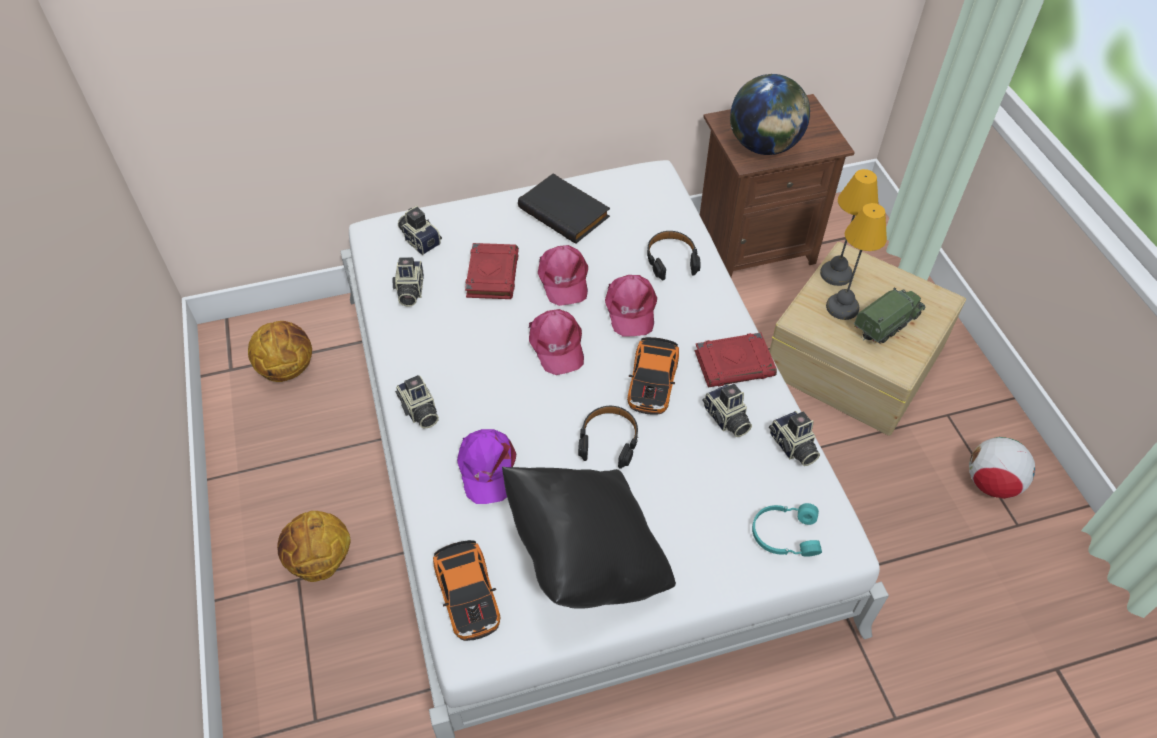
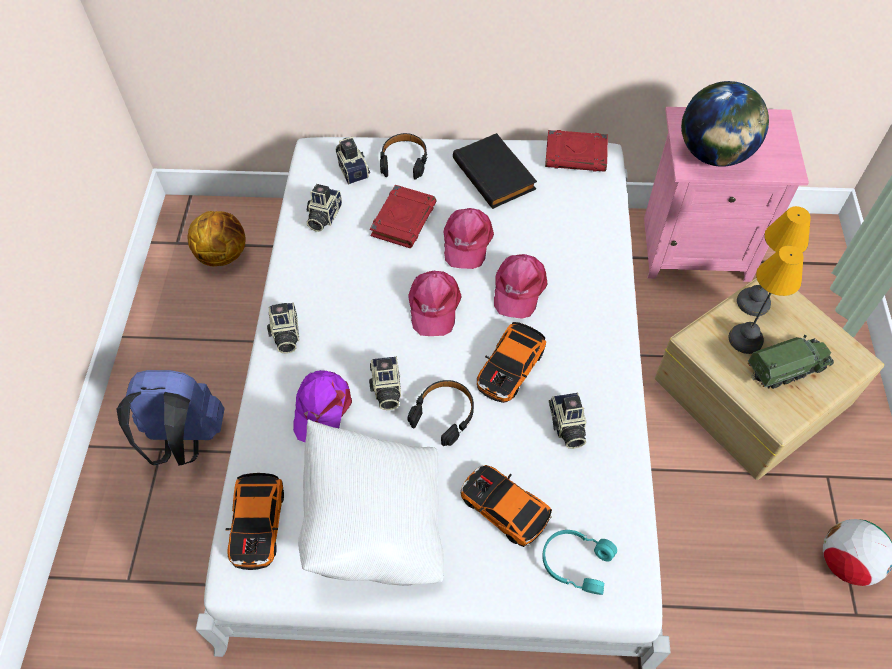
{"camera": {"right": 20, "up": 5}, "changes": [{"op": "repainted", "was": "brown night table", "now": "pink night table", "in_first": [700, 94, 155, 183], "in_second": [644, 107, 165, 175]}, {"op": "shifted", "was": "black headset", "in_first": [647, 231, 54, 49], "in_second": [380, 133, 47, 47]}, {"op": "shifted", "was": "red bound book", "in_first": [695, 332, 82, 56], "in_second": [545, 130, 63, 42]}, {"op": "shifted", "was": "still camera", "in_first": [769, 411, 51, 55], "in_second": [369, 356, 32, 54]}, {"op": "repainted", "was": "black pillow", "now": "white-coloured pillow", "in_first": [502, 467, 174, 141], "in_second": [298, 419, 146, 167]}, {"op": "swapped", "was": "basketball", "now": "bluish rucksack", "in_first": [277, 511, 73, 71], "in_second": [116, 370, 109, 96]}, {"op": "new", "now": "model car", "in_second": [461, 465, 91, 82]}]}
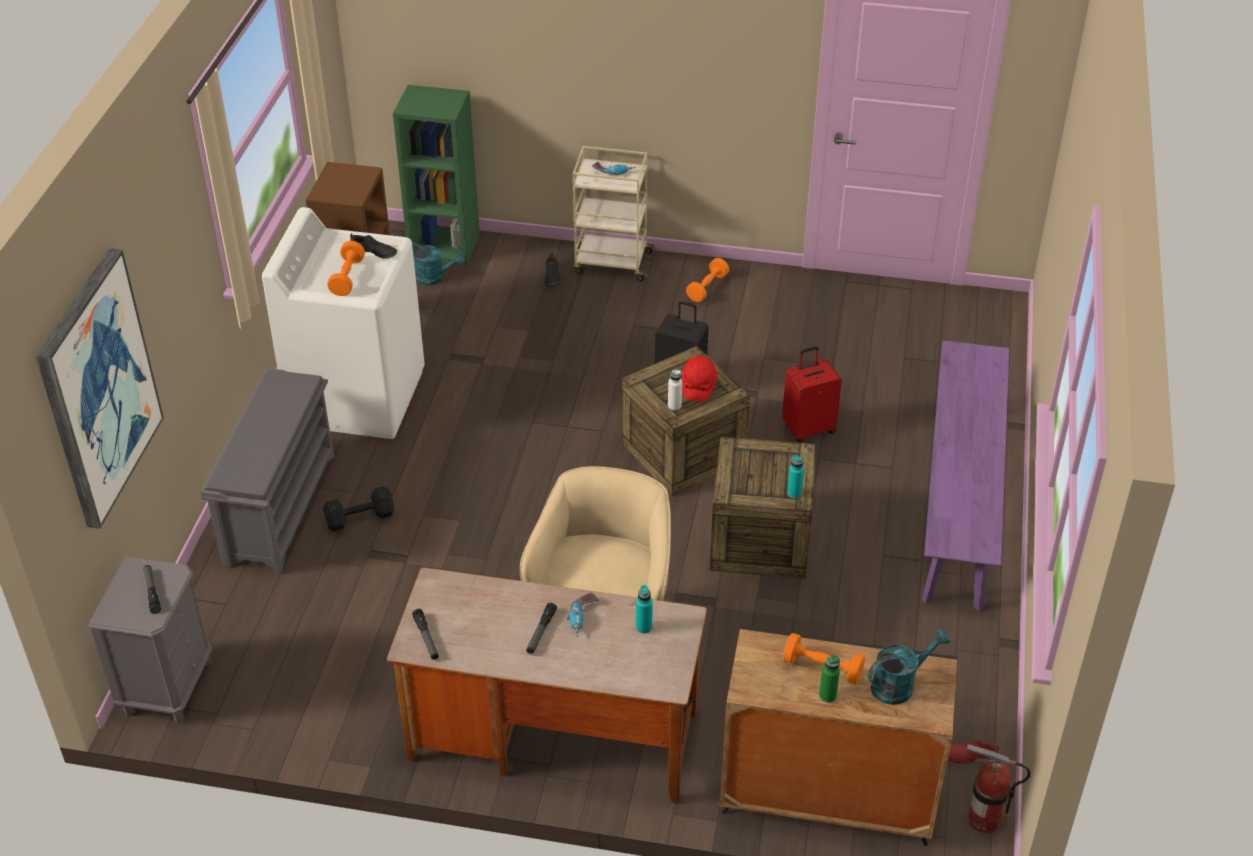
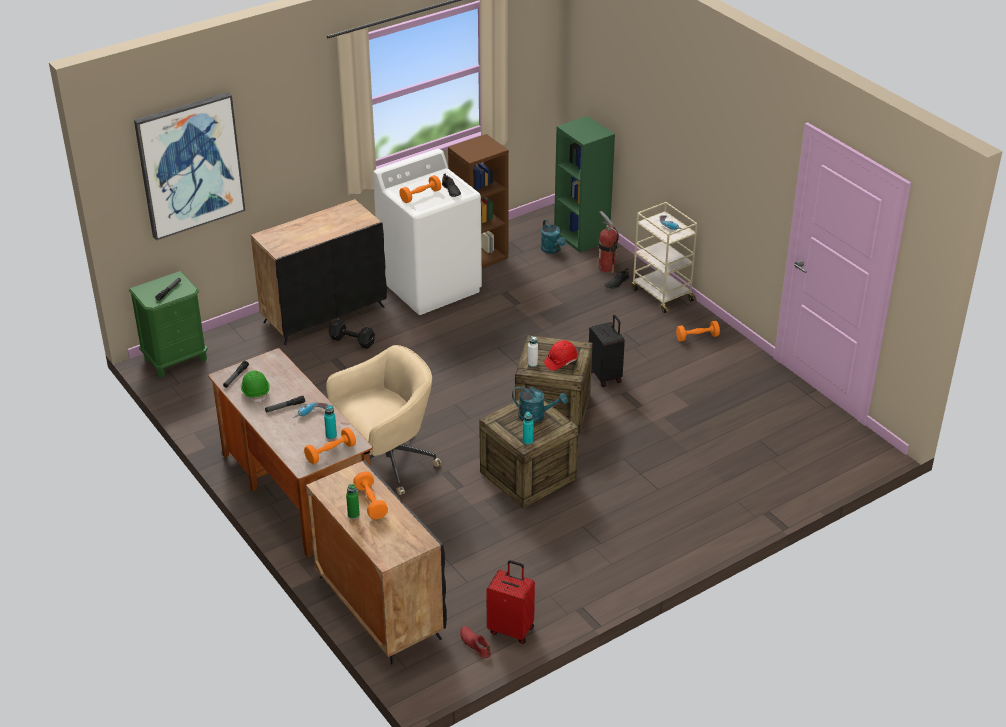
{"camera": {"right": 45, "up": -5}, "changes": [{"op": "gone", "was": "purple-coloured bench", "in_first": [922, 340, 88, 271]}, {"op": "shifted", "was": "red suitcase", "in_first": [782, 346, 60, 97], "in_second": [487, 560, 48, 84]}, {"op": "swapped", "was": "greyish shoe stand", "now": "black cabinet", "in_first": [200, 368, 134, 207], "in_second": [251, 199, 136, 146]}, {"op": "repainted", "was": "greyish night table", "now": "greenish night table", "in_first": [88, 556, 125, 168], "in_second": [129, 271, 79, 107]}, {"op": "shifted", "was": "turquoise-coloured watering pot", "in_first": [868, 628, 82, 77], "in_second": [512, 386, 55, 37]}, {"op": "shifted", "was": "fire-fighting cylinder", "in_first": [967, 744, 64, 89], "in_second": [599, 211, 20, 62]}, {"op": "new", "now": "greenish safety helmet", "in_second": [241, 371, 29, 32]}, {"op": "new", "now": "orangey free weight", "in_second": [304, 428, 52, 36]}]}
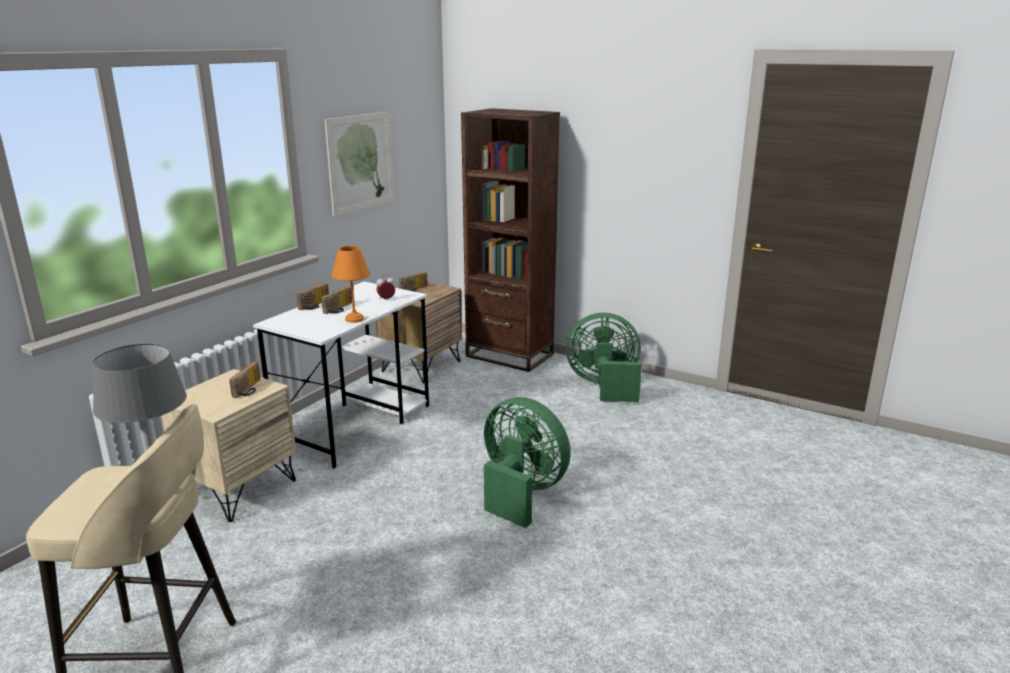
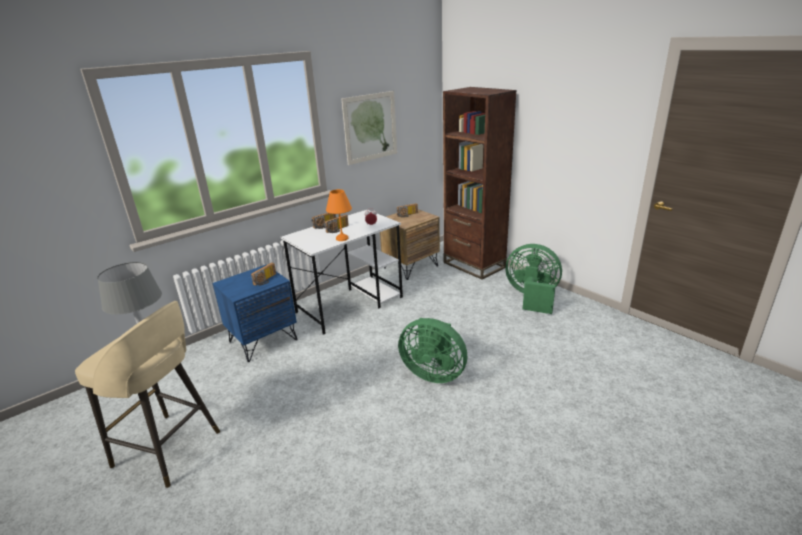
{"camera": {"right": 20, "up": 5}, "changes": [{"op": "repainted", "was": "sand-coloured night table", "now": "bluish night table", "in_first": [161, 369, 135, 153], "in_second": [212, 265, 85, 97]}, {"op": "rotated", "was": "greenish cooling fan", "in_first": [484, 397, 87, 131], "in_second": [398, 318, 69, 65], "clockwise": 150}]}
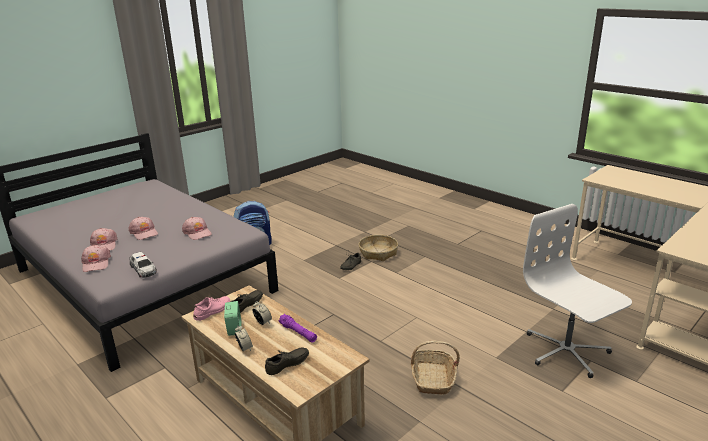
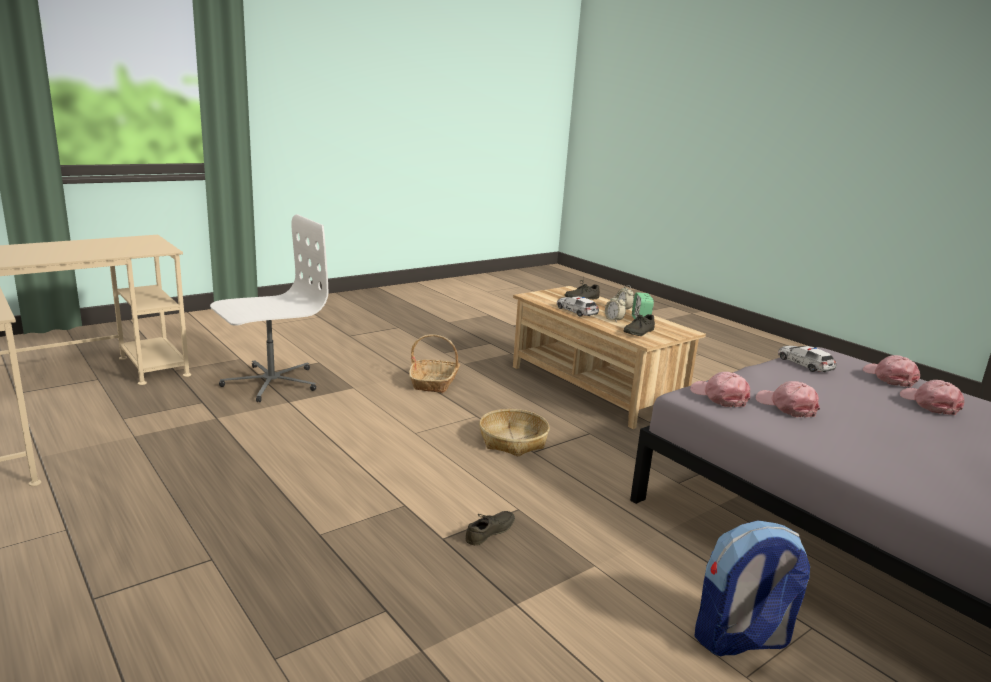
{"camera": {"right": -175, "up": -5}, "changes": [{"op": "rotated", "was": "white-coloured office chair", "in_first": [523, 204, 109, 174], "in_second": [210, 214, 118, 188], "clockwise": -105}, {"op": "shifted", "was": "pink peaked cap", "in_first": [129, 217, 29, 23], "in_second": [690, 372, 60, 35]}, {"op": "shifted", "was": "household basket", "in_first": [359, 235, 39, 26], "in_second": [479, 409, 71, 47]}, {"op": "gone", "was": "pink low shoe", "in_first": [193, 296, 37, 25]}, {"op": "swapped", "was": "purple-coloured torch", "now": "model car", "in_first": [278, 314, 39, 29], "in_second": [557, 296, 42, 21]}]}
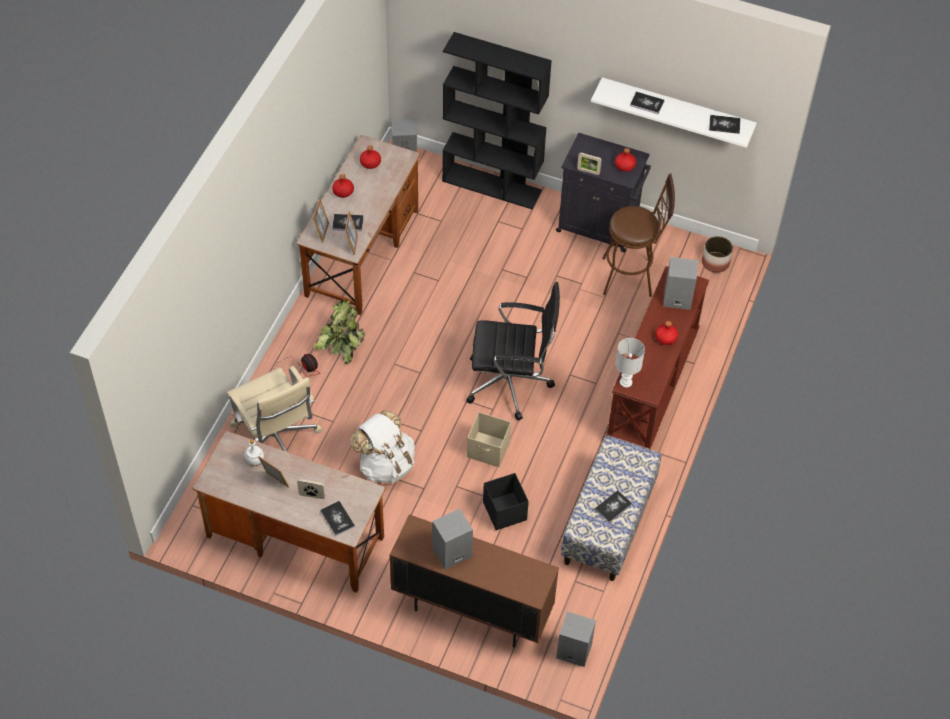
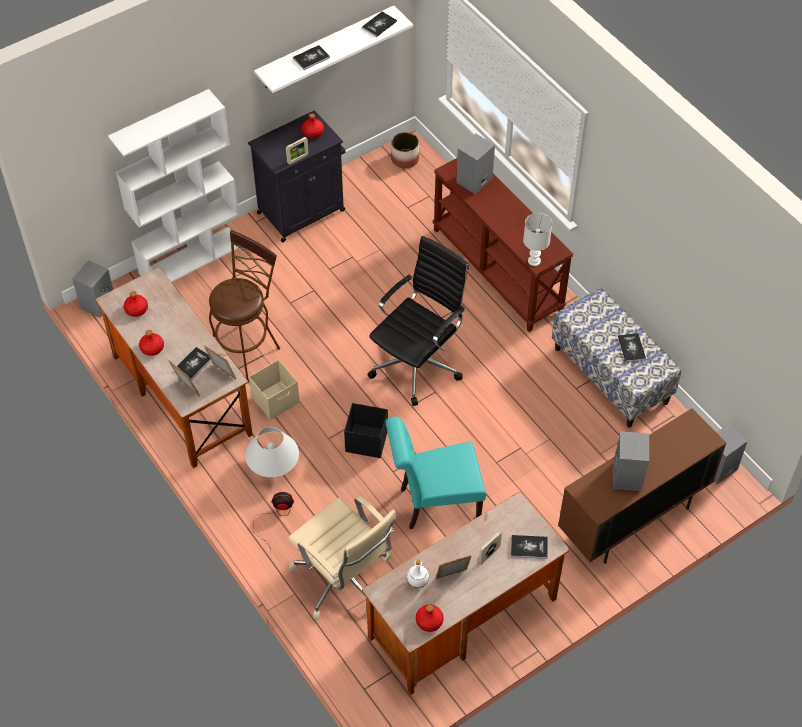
{"camera": {"right": -55, "up": 0}, "changes": [{"op": "repainted", "was": "black bookshelf", "now": "white-coloured bookshelf", "in_first": [442, 32, 110, 177], "in_second": [108, 89, 133, 193]}, {"op": "shifted", "was": "brown stool seat", "in_first": [602, 173, 73, 124], "in_second": [209, 230, 71, 153]}, {"op": "swapped", "was": "houseplant", "now": "white-coloured lamp for a table", "in_first": [314, 299, 52, 65], "in_second": [245, 427, 54, 50]}, {"op": "shifted", "was": "red bottle", "in_first": [655, 321, 23, 24], "in_second": [416, 605, 27, 27]}, {"op": "rotated", "was": "sand-coloured office chair", "in_first": [227, 366, 96, 86], "in_second": [288, 495, 108, 125], "clockwise": 45}, {"op": "swapped", "was": "white-coloured rucksack", "now": "turquoise-coloured plain chair", "in_first": [350, 410, 65, 73], "in_second": [386, 417, 100, 112]}, {"op": "shifted", "was": "sand-coloured storage container", "in_first": [467, 412, 44, 55], "in_second": [249, 360, 51, 60]}, {"op": "shifted", "was": "black storage container", "in_first": [483, 473, 46, 57], "in_second": [344, 403, 44, 55]}]}
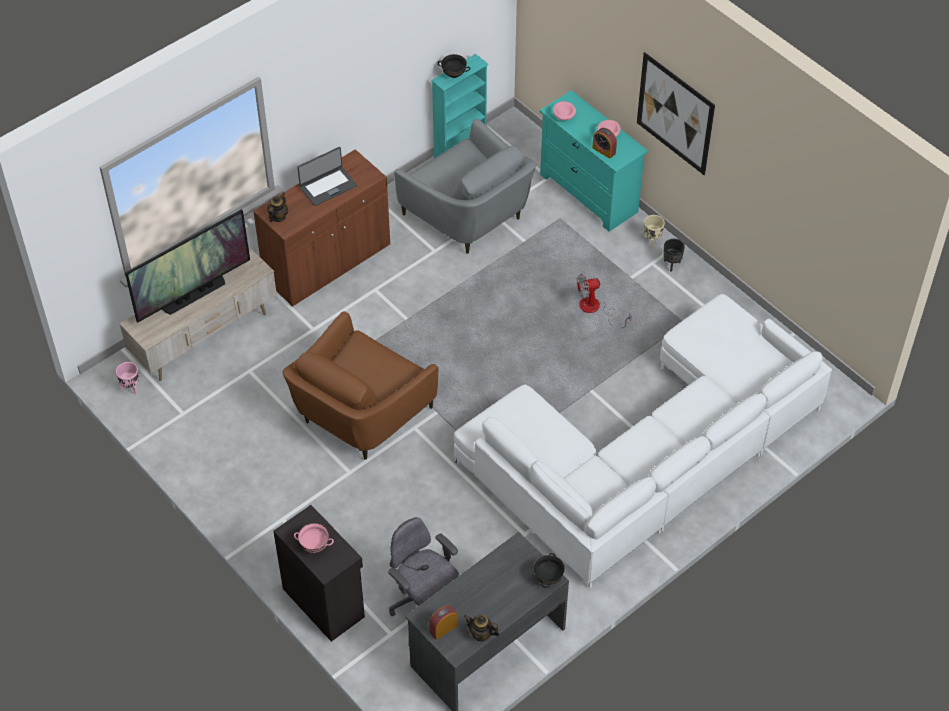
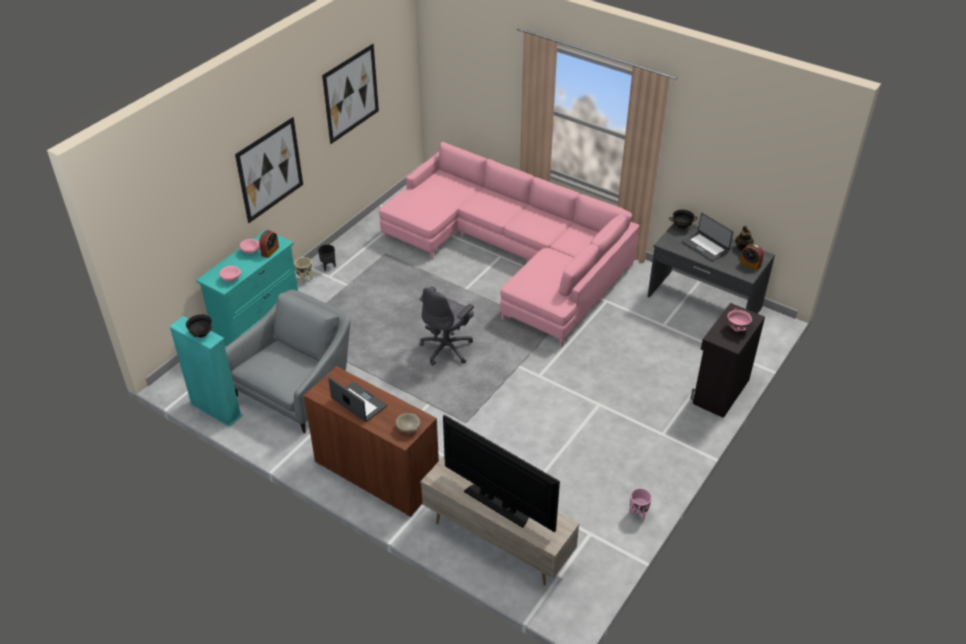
{"camera": {"right": -105, "up": -10}, "changes": [{"op": "swapped", "was": "teapot", "now": "sand-coloured bowl", "in_first": [267, 192, 21, 30], "in_second": [395, 413, 25, 20]}, {"op": "gone", "was": "cooling fan", "in_first": [577, 274, 54, 54]}, {"op": "repainted", "was": "white-coloured sofa", "now": "pink sofa", "in_first": [454, 294, 378, 294], "in_second": [379, 142, 261, 205]}, {"op": "gone", "was": "brown lounge chair", "in_first": [283, 311, 155, 149]}, {"op": "shifted", "was": "pink planter", "in_first": [116, 362, 23, 32], "in_second": [629, 488, 23, 33]}, {"op": "shifted", "was": "greyish office chair", "in_first": [388, 517, 71, 99], "in_second": [419, 287, 55, 79]}, {"op": "new", "now": "picture", "in_second": [322, 44, 57, 100]}, {"op": "new", "now": "notebook computer", "in_second": [682, 213, 51, 49]}]}
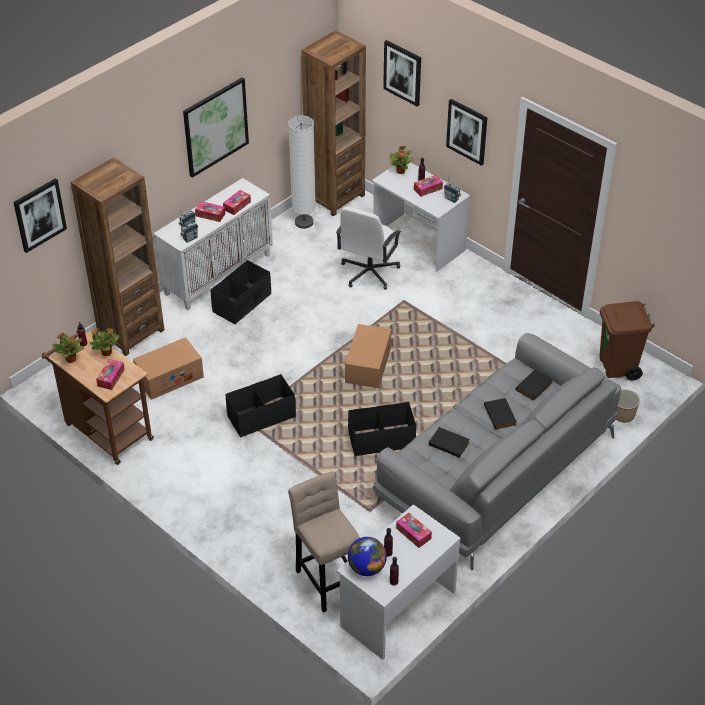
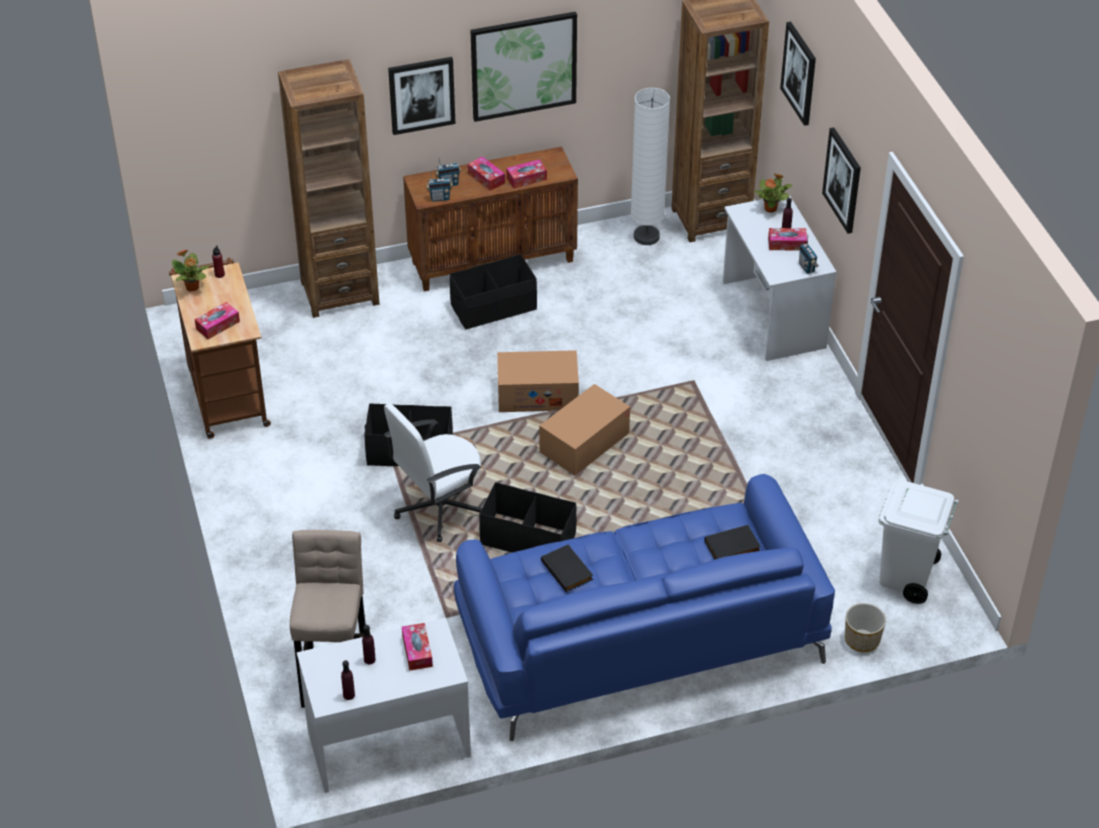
{"camera": {"right": 30, "up": 0}, "changes": [{"op": "shifted", "was": "picture", "in_first": [13, 178, 54, 75], "in_second": [388, 57, 67, 78]}, {"op": "repainted", "was": "white-coloured cabinet", "now": "brown cabinet", "in_first": [153, 178, 120, 132], "in_second": [403, 147, 175, 144]}, {"op": "shifted", "was": "white-coloured office chair", "in_first": [336, 207, 65, 83], "in_second": [384, 403, 98, 139]}, {"op": "repainted", "was": "brown trash can", "now": "white-coloured trash can", "in_first": [599, 301, 56, 80], "in_second": [878, 481, 81, 123]}, {"op": "gone", "was": "houseplant", "in_first": [90, 327, 29, 29]}, {"op": "repainted", "was": "greyish sofa", "now": "bluish sofa", "in_first": [373, 333, 248, 237], "in_second": [454, 474, 381, 267]}, {"op": "shifted", "was": "packing box", "in_first": [133, 337, 71, 63], "in_second": [497, 350, 82, 62]}, {"op": "gone", "was": "black bound book", "in_first": [484, 398, 33, 31]}, {"op": "gone", "was": "desk globe", "in_first": [348, 537, 39, 39]}]}
